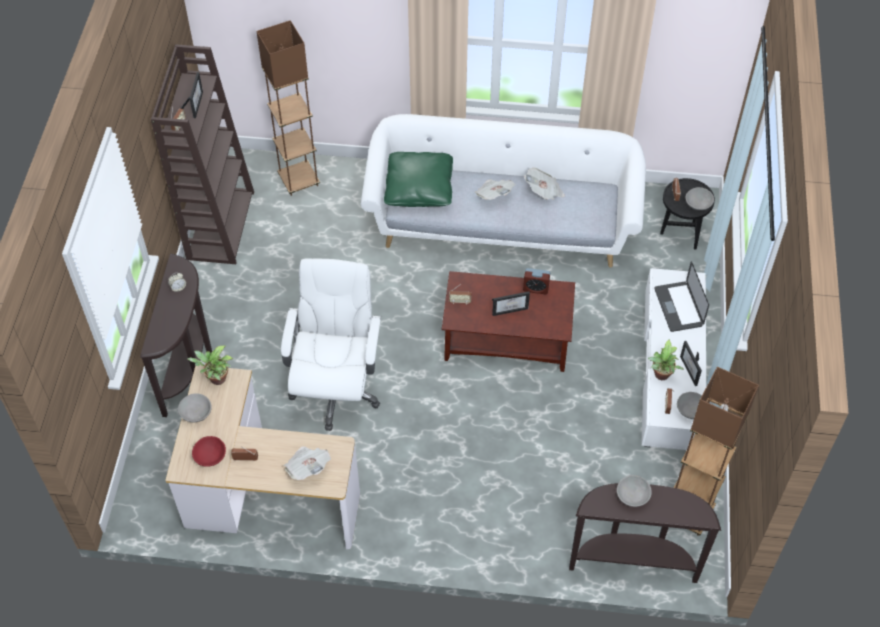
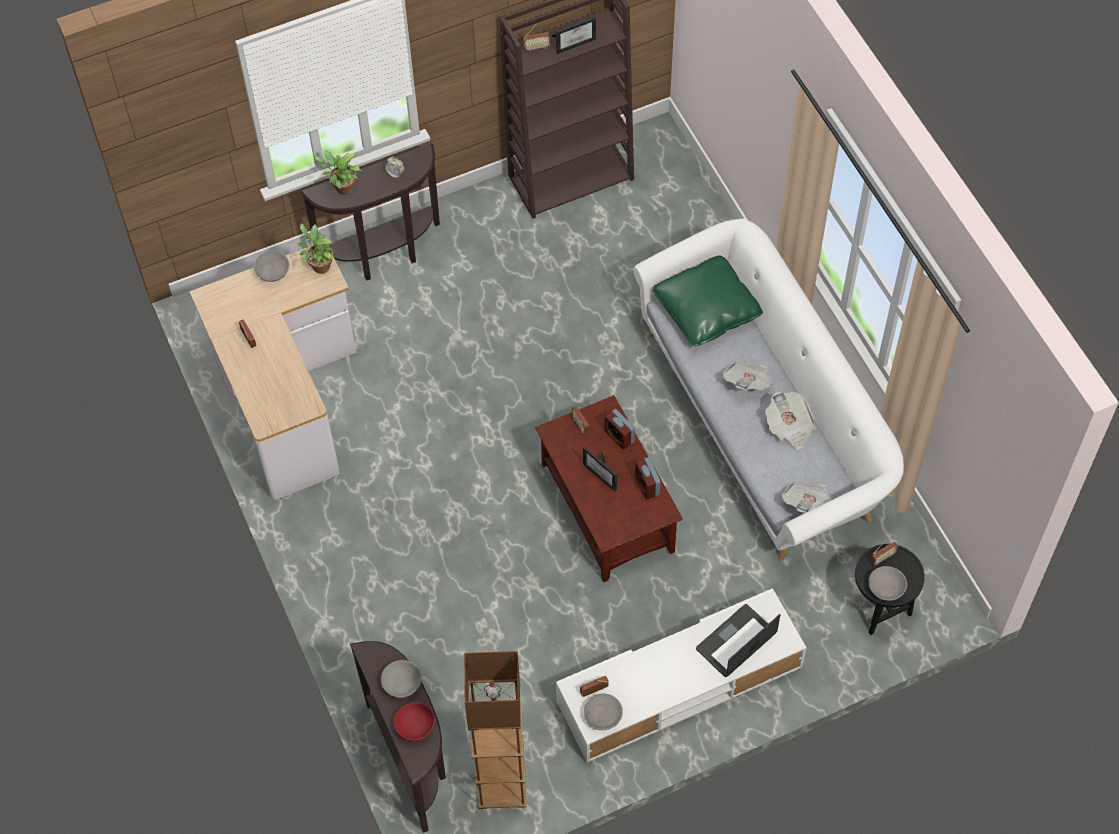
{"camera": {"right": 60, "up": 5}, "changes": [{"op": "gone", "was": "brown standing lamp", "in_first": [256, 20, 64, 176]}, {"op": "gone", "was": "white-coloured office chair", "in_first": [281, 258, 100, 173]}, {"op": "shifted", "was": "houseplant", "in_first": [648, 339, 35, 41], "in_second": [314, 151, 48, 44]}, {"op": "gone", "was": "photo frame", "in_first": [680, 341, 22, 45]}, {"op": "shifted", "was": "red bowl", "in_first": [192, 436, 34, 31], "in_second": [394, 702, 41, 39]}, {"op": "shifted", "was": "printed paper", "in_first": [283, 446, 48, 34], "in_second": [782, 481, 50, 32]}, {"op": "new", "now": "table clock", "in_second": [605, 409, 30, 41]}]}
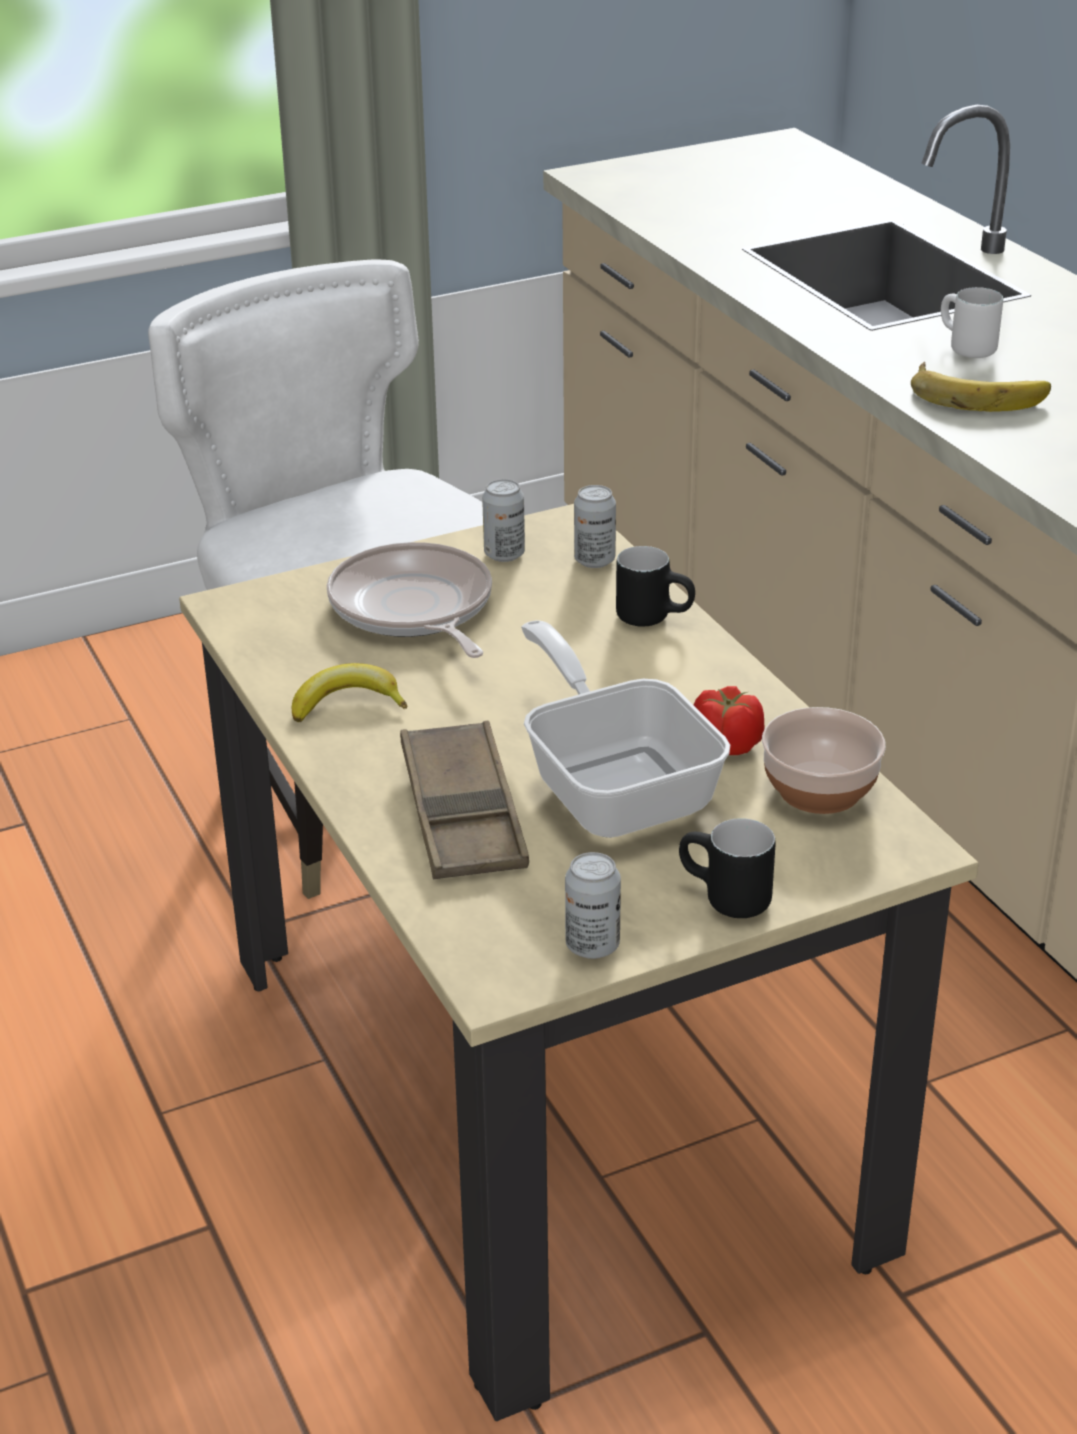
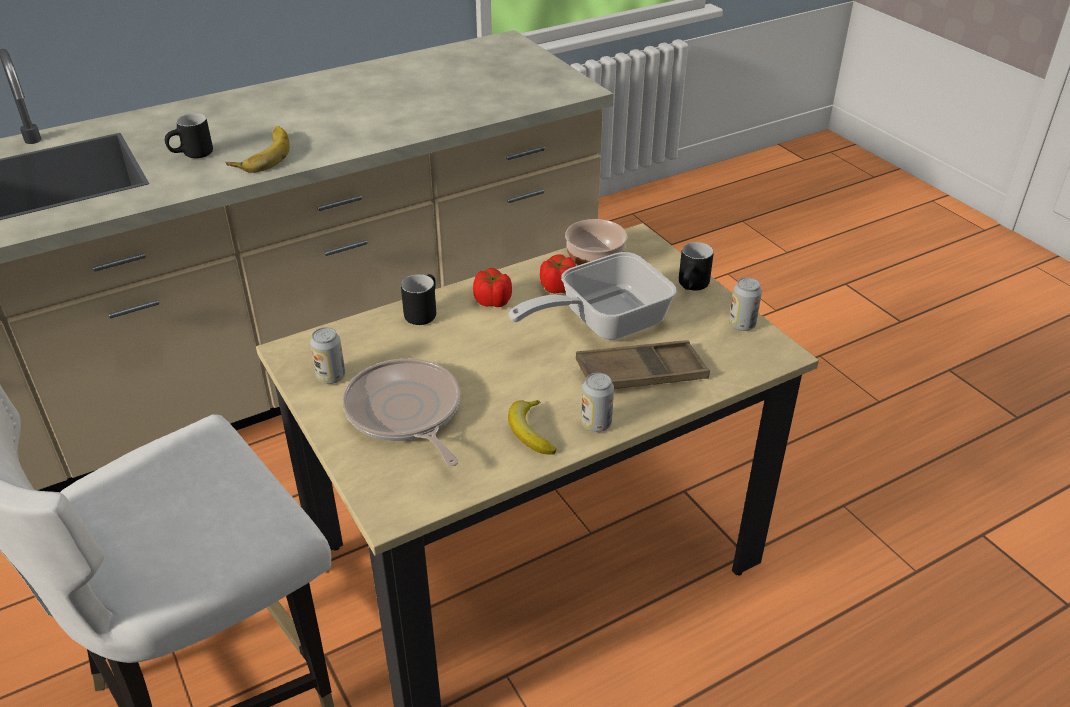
{"camera": {"right": -95, "up": 5}, "changes": [{"op": "repainted", "was": "white-coloured coffee mug", "now": "black coffee mug", "in_first": [941, 287, 62, 71], "in_second": [165, 113, 48, 45]}, {"op": "shifted", "was": "metal can", "in_first": [574, 485, 42, 83], "in_second": [581, 373, 33, 59]}, {"op": "rotated", "was": "frying pan", "in_first": [327, 542, 165, 116], "in_second": [342, 358, 118, 108], "clockwise": 90}, {"op": "new", "now": "whole tomato", "in_second": [473, 268, 39, 39]}]}
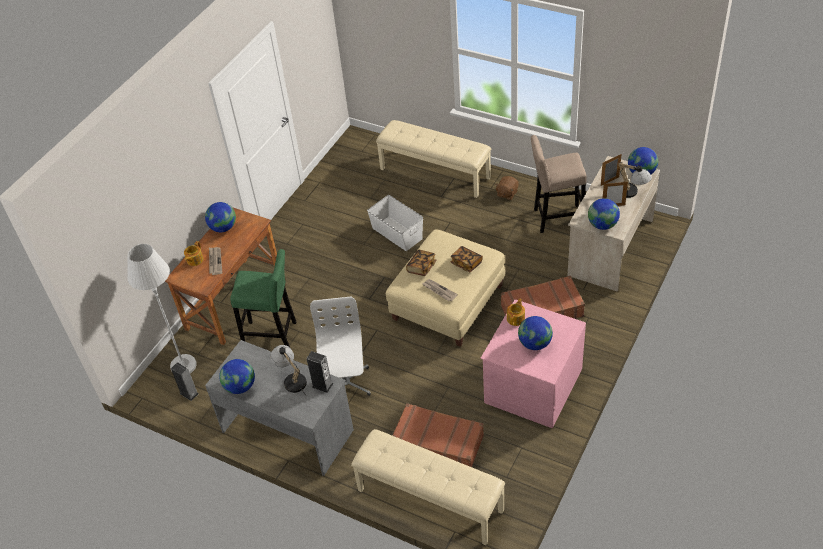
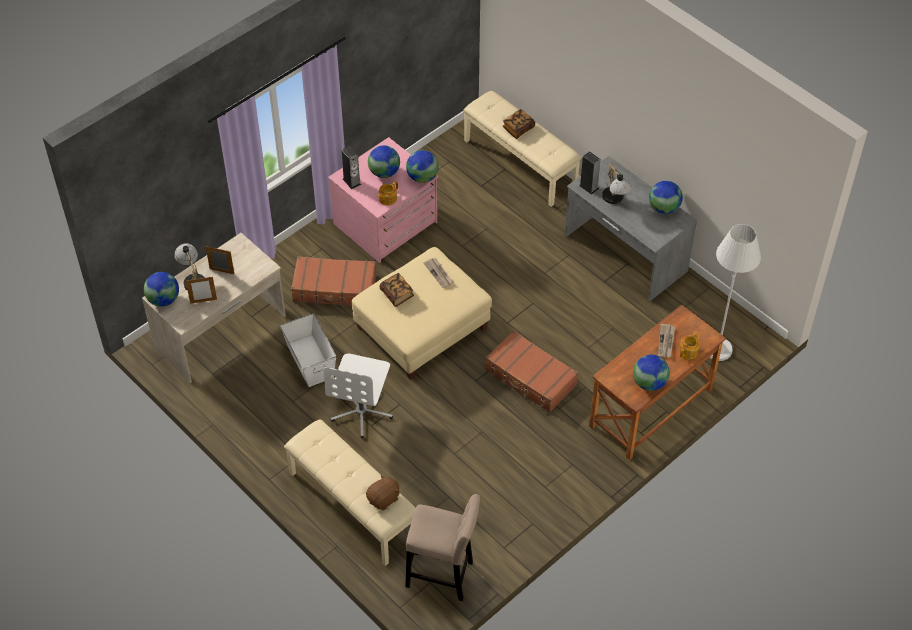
{"camera": {"right": -165, "up": 5}, "changes": [{"op": "shifted", "was": "sand-coloured stool seat", "in_first": [531, 135, 56, 98], "in_second": [405, 494, 75, 107]}, {"op": "shifted", "was": "brown soft toy", "in_first": [495, 176, 24, 24], "in_second": [366, 474, 34, 36]}, {"op": "shifted", "was": "white-coloured storage container", "in_first": [367, 195, 56, 56], "in_second": [280, 313, 56, 74]}, {"op": "shifted", "was": "desk globe", "in_first": [588, 198, 32, 32], "in_second": [406, 150, 33, 33]}, {"op": "gone", "was": "greenish stool seat", "in_first": [230, 249, 66, 98]}, {"op": "shifted", "was": "bound book", "in_first": [406, 250, 30, 26], "in_second": [503, 109, 32, 30]}, {"op": "shifted", "was": "white-coloured office chair", "in_first": [310, 297, 61, 99], "in_second": [324, 354, 69, 84]}, {"op": "shifted", "was": "loudspeaker", "in_first": [171, 362, 28, 39], "in_second": [341, 146, 20, 43]}, {"op": "shifted", "was": "brown suitcase", "in_first": [392, 403, 92, 64], "in_second": [485, 330, 93, 83]}]}
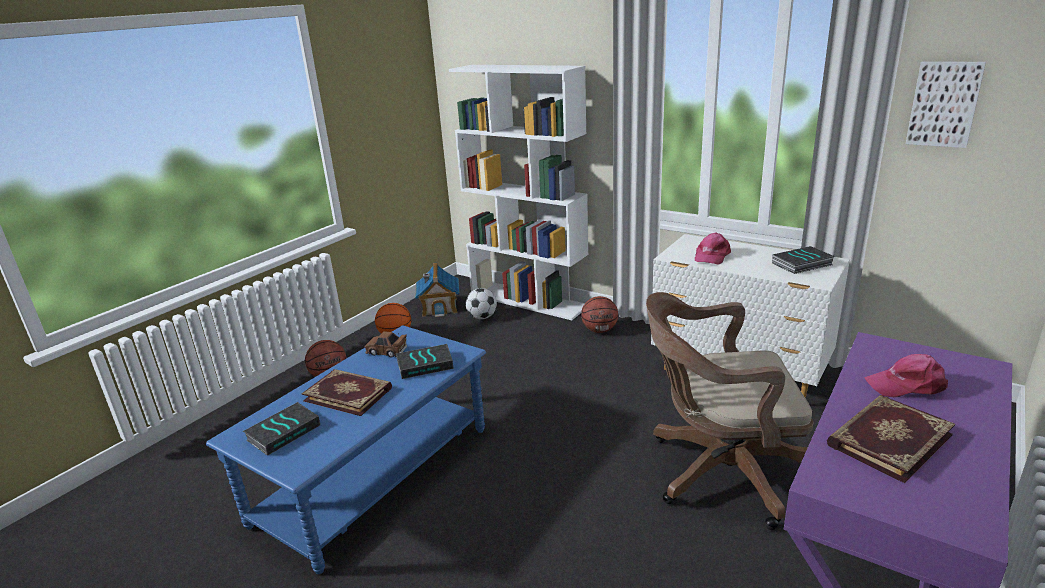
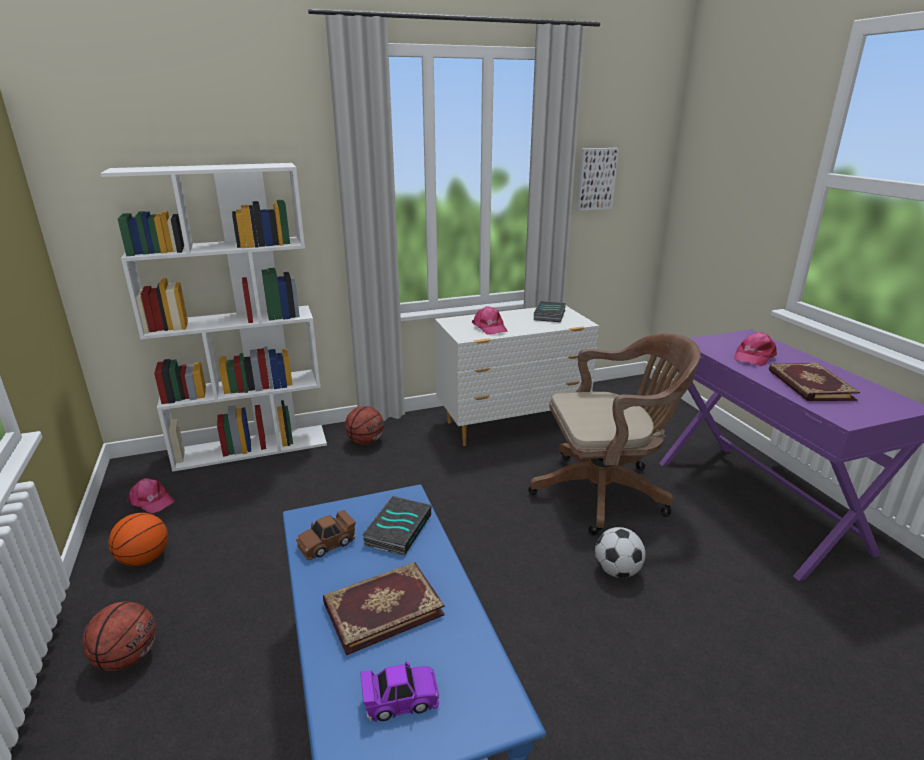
{"camera": {"right": -55, "up": 0}, "changes": [{"op": "swapped", "was": "toy house", "now": "pink peaked cap", "in_first": [415, 263, 45, 55], "in_second": [126, 478, 49, 35]}, {"op": "shifted", "was": "ball for football", "in_first": [466, 288, 31, 31], "in_second": [595, 527, 51, 51]}, {"op": "rotated", "was": "brown office chair", "in_first": [646, 292, 167, 238], "in_second": [528, 333, 173, 203], "clockwise": -135}, {"op": "swapped", "was": "bound book", "now": "purple-coloured model car", "in_first": [243, 402, 77, 54], "in_second": [360, 661, 79, 61]}]}
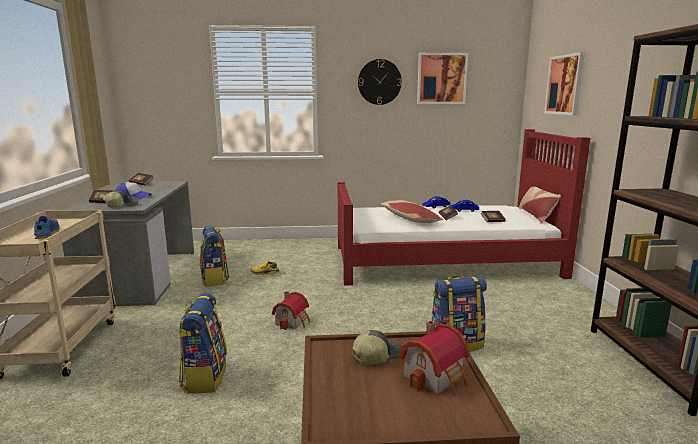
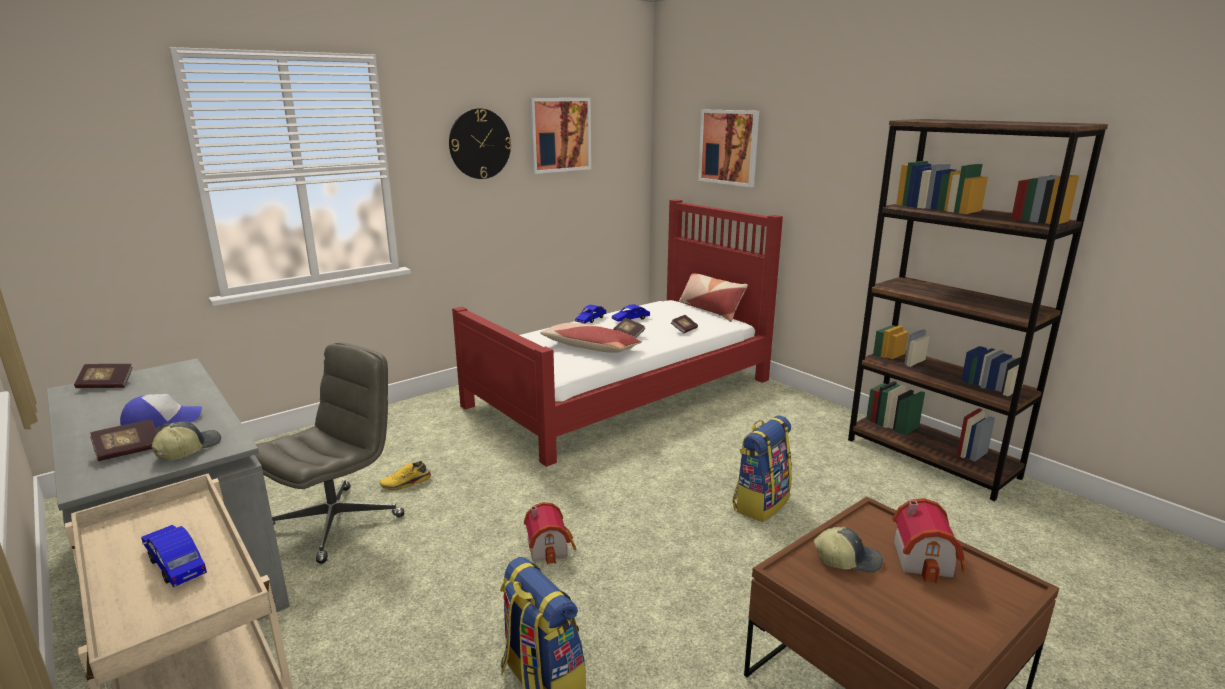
{"camera": {"right": -35, "up": 5}, "changes": [{"op": "swapped", "was": "bluish low shoe", "now": "bluish model car", "in_first": [34, 216, 26, 23], "in_second": [141, 525, 66, 62]}, {"op": "swapped", "was": "rucksack", "now": "greyish office chair", "in_first": [200, 226, 29, 61], "in_second": [255, 343, 150, 221]}, {"op": "rotated", "was": "peaked cap", "in_first": [352, 330, 50, 35], "in_second": [814, 527, 69, 46], "clockwise": 75}]}
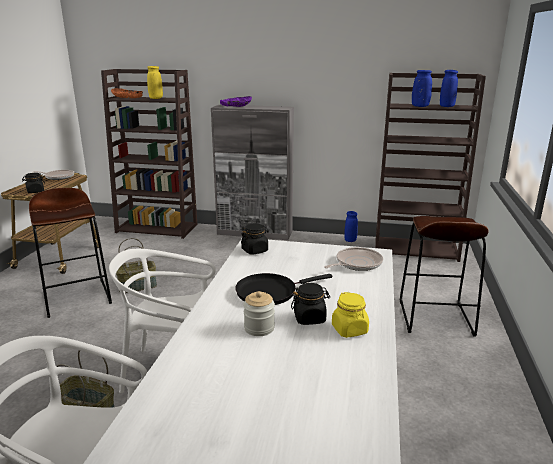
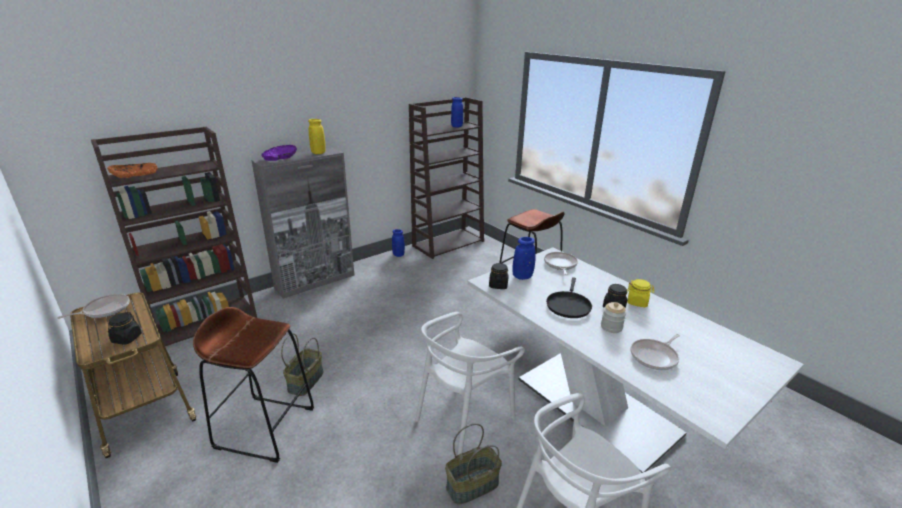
{"camera": {"right": -50, "up": 5}, "changes": [{"op": "shifted", "was": "yellow-coloured vase", "in_first": [147, 66, 16, 33], "in_second": [308, 119, 18, 35]}, {"op": "shifted", "was": "bluish vase", "in_first": [412, 70, 20, 37], "in_second": [513, 237, 22, 43]}, {"op": "new", "now": "frying pan", "in_second": [631, 334, 49, 36]}]}
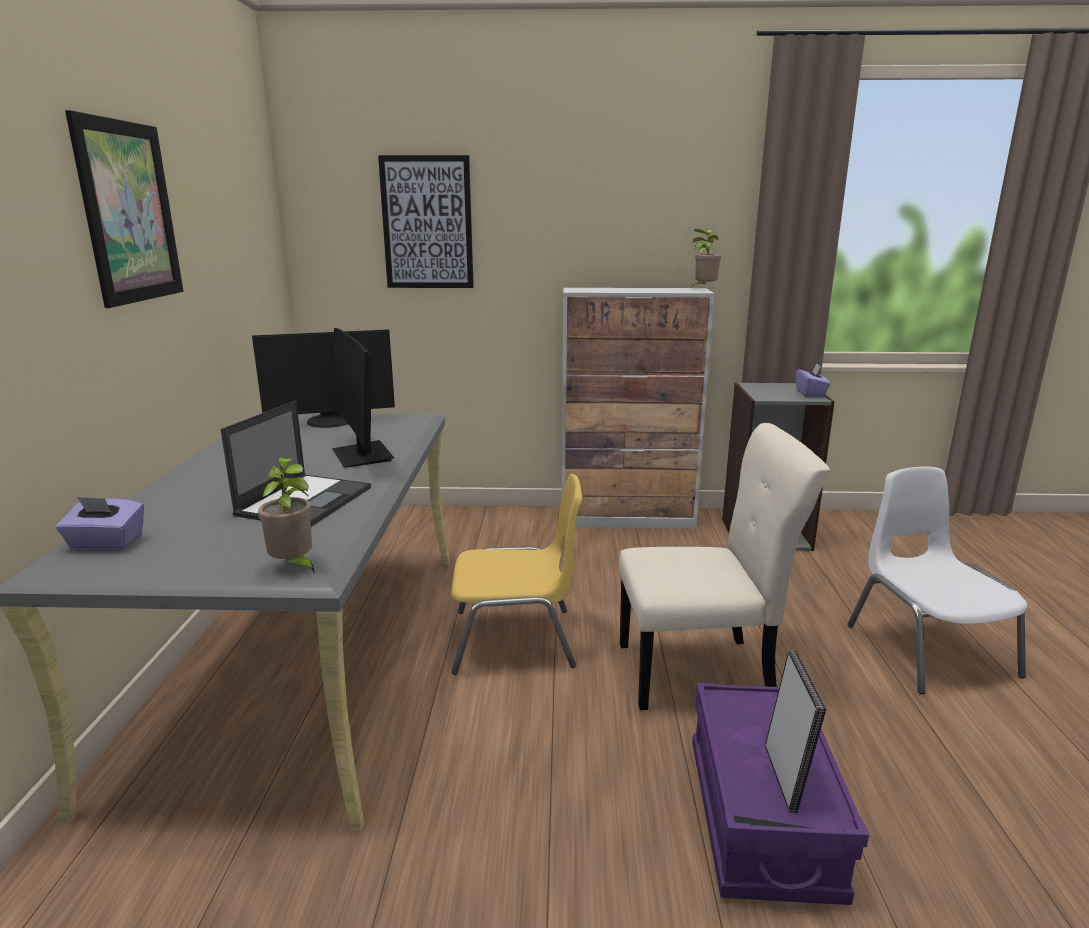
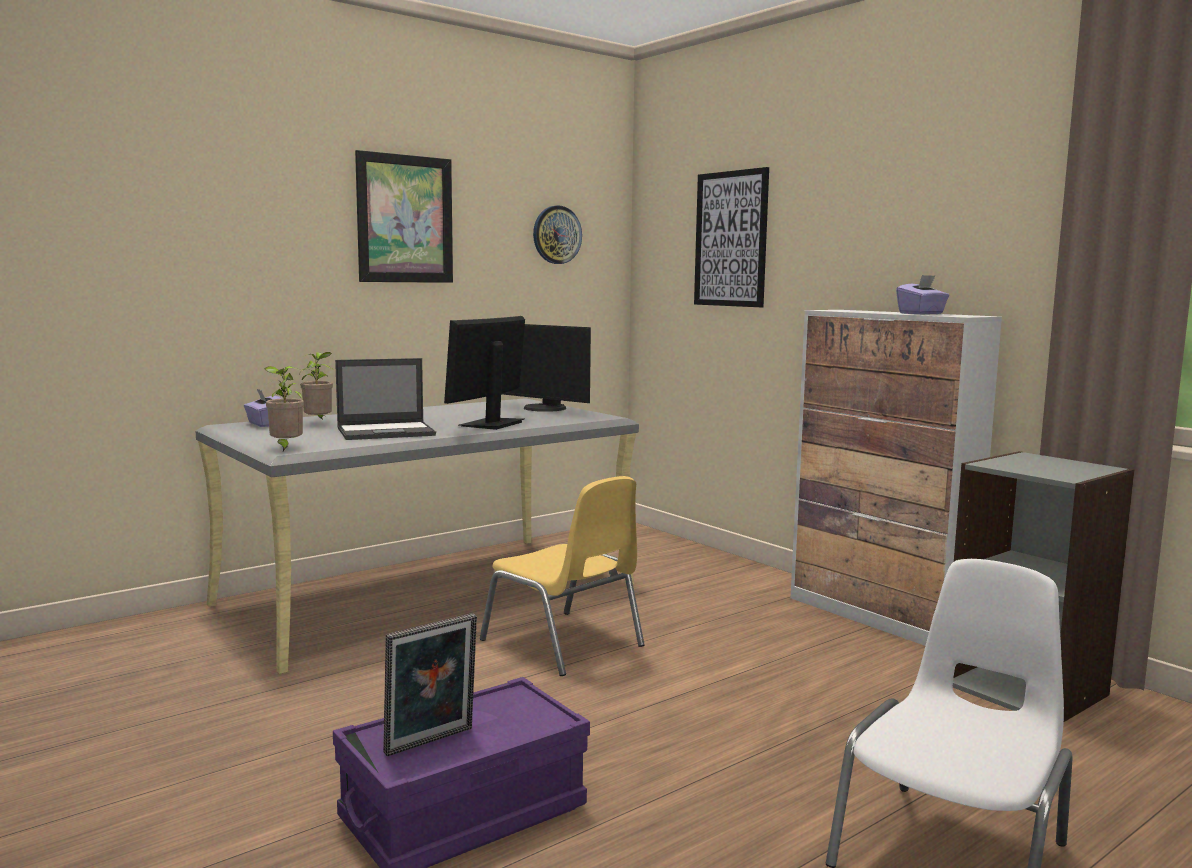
{"camera": {"right": 50, "up": -10}, "changes": [{"op": "shifted", "was": "houseplant", "in_first": [693, 228, 28, 57], "in_second": [299, 352, 34, 68]}, {"op": "shifted", "was": "purple-coloured box of tissues", "in_first": [796, 364, 35, 33], "in_second": [896, 275, 53, 40]}, {"op": "gone", "was": "sand-coloured plain chair", "in_first": [619, 423, 211, 287]}, {"op": "new", "now": "clock on the wall", "in_second": [533, 205, 49, 59]}]}
